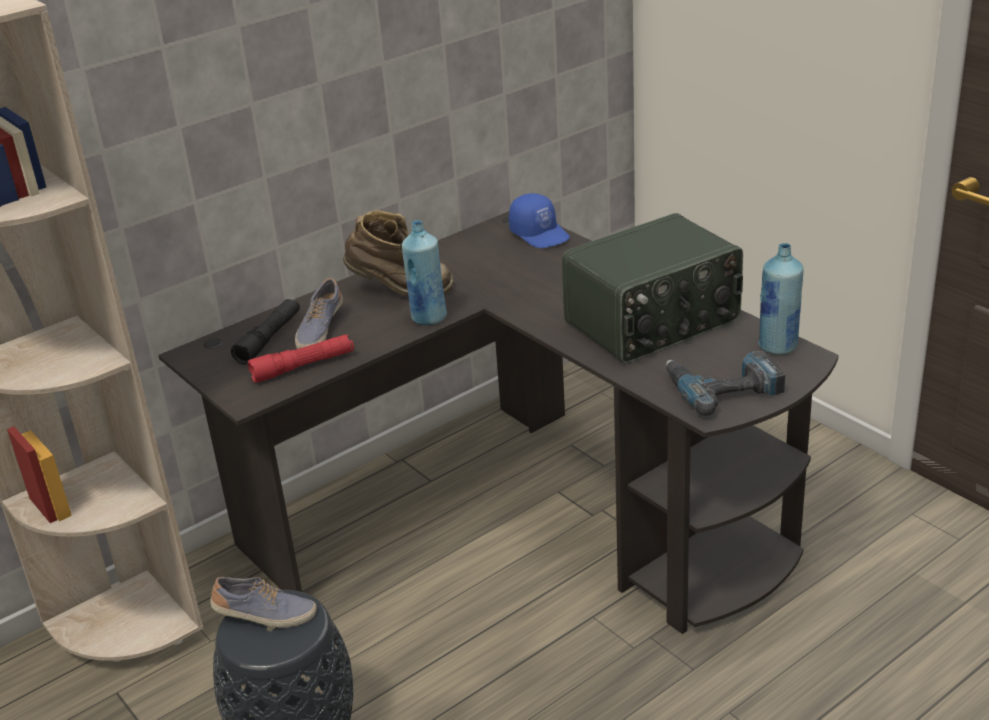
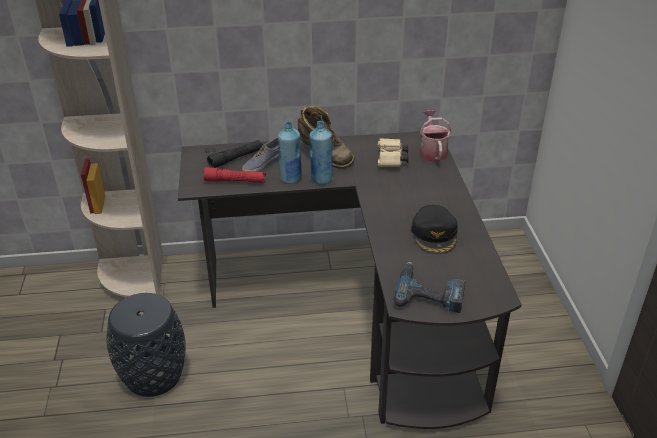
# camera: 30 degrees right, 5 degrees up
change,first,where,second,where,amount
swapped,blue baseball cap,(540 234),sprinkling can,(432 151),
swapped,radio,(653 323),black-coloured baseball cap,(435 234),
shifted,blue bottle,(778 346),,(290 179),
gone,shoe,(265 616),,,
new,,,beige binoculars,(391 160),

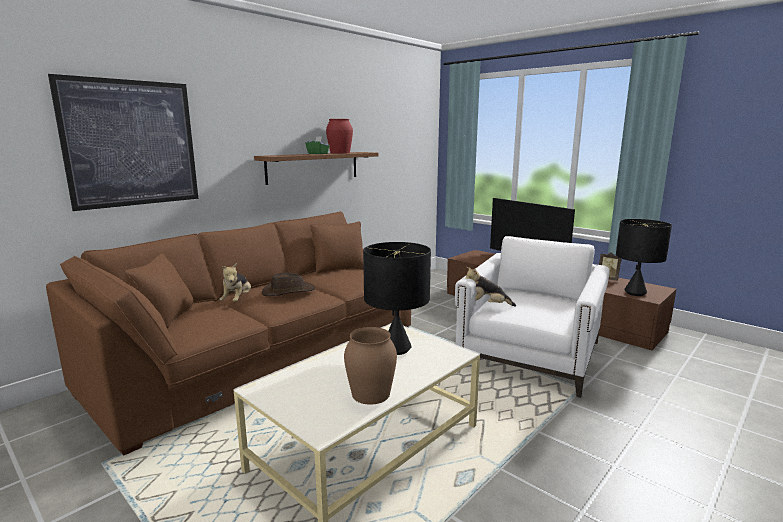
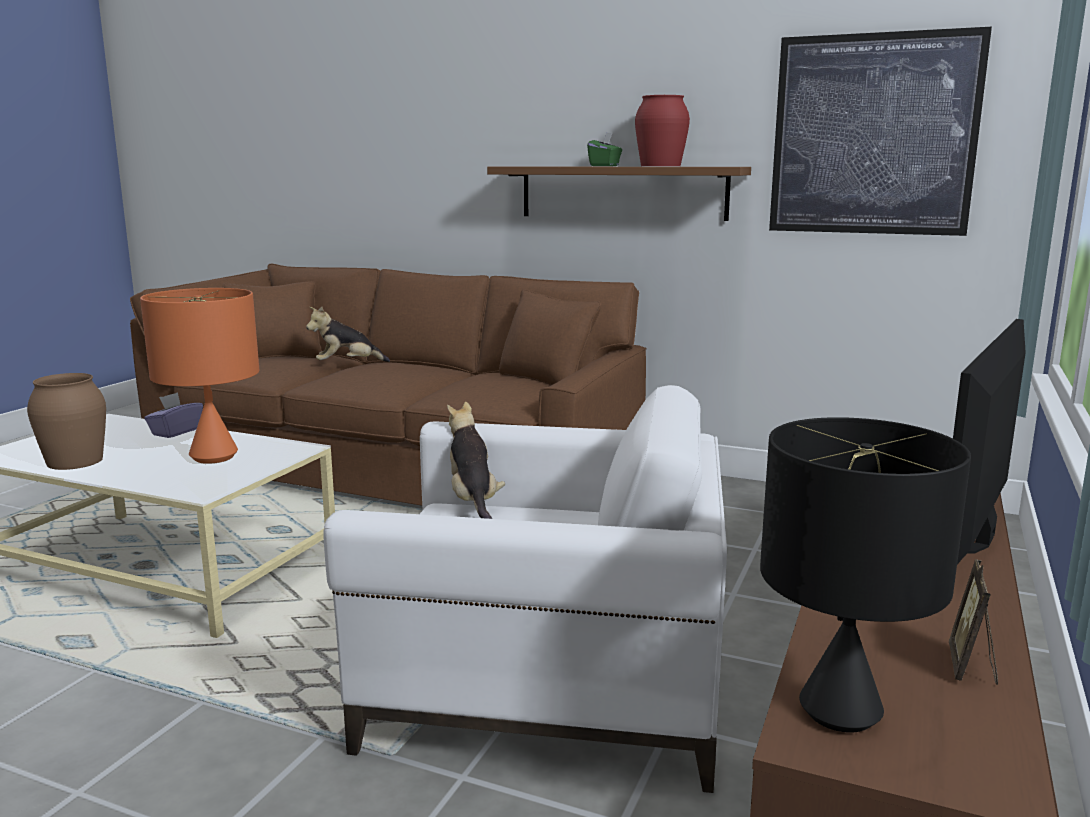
# camera: 70 degrees right, 0 degrees up
change,first,where,second,where,amount
shifted,wall art,(131 143),,(873 135),
repainted,black-coloured tabletop lamp,(396 350),orangey tabletop lamp,(214 458),
gone,brown wearable hat,(288 291),,,
new,,,purple tissue holder,(176 432),

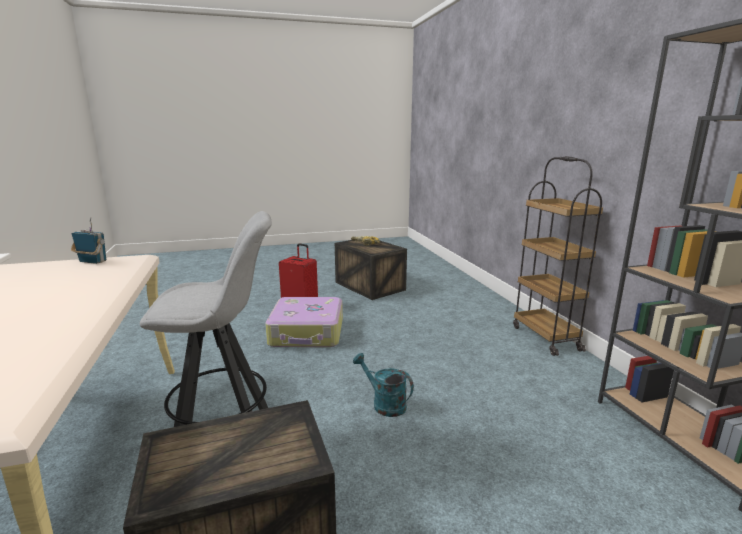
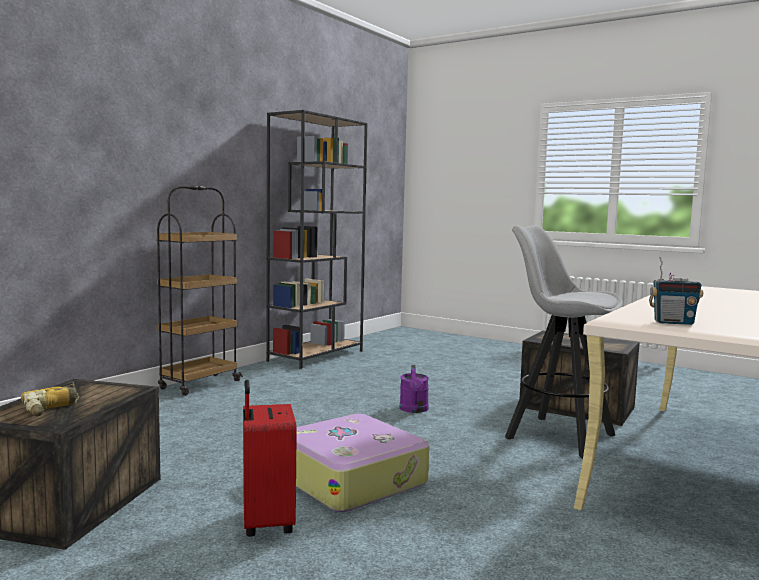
# camera: 130 degrees left, 10 degrees down
change,first,where,second,where,amount
rotated,radio,(92 261),,(673 323),60 degrees counterclockwise
repainted,turquoise sprinkling can,(384 404),purple sprinkling can,(414 410),

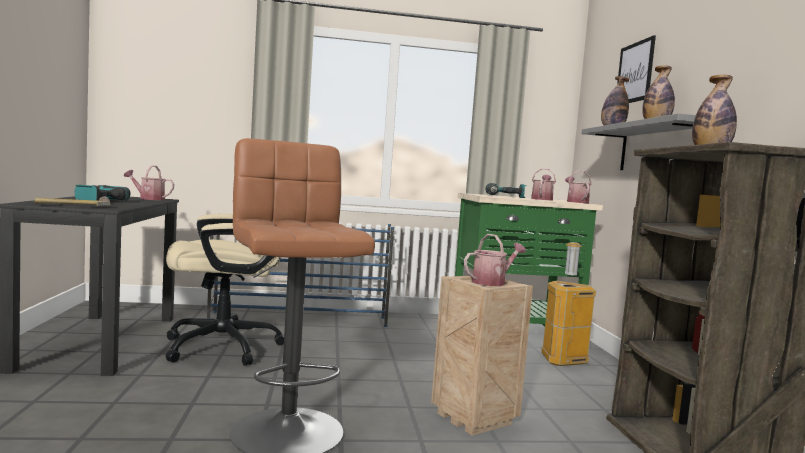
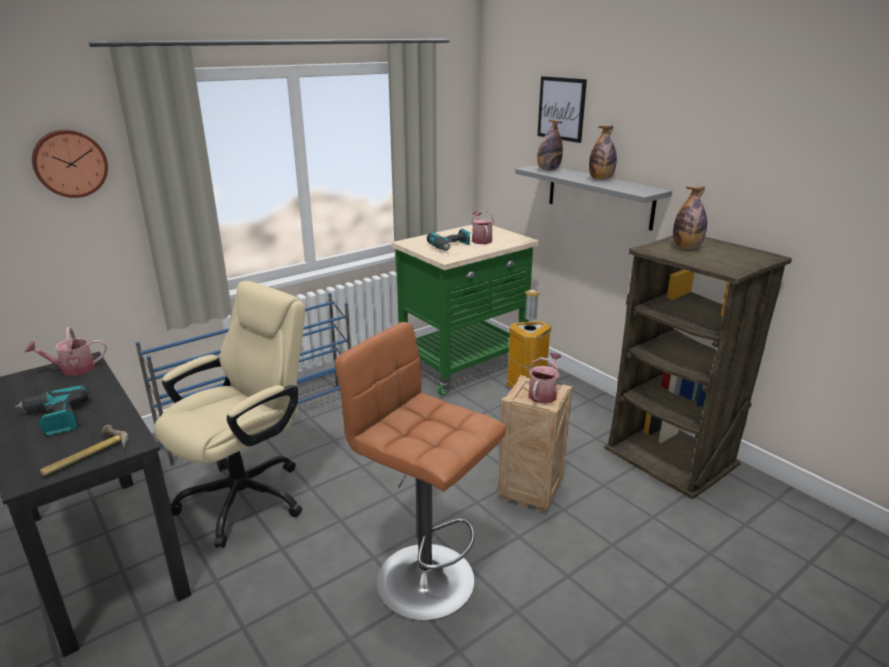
# camera: 30 degrees left, 20 degrees up
change,first,where,second,where,amount
gone,sprinkling can,(576 202),,,
new,,,wall clock,(70 163),

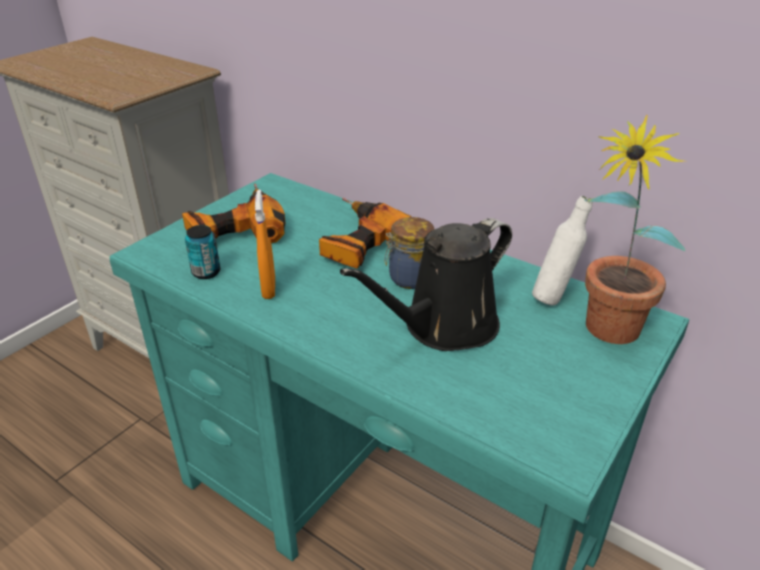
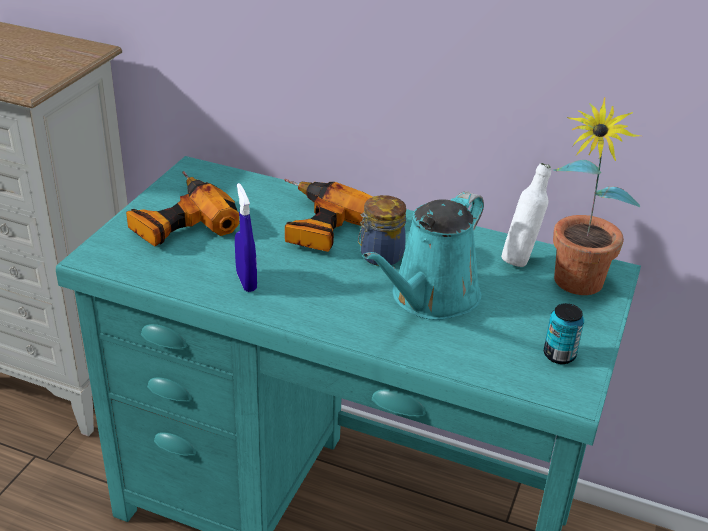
# camera: 15 degrees left, 0 degrees up
change,first,where,second,where,amount
repainted,orangey hand sprayer,(269 289),blue hand sprayer,(246 281),
repainted,black-coloured sprinkling can,(444 327),turquoise sprinkling can,(430 298),
shifted,sealed can,(206 272),,(559 355),

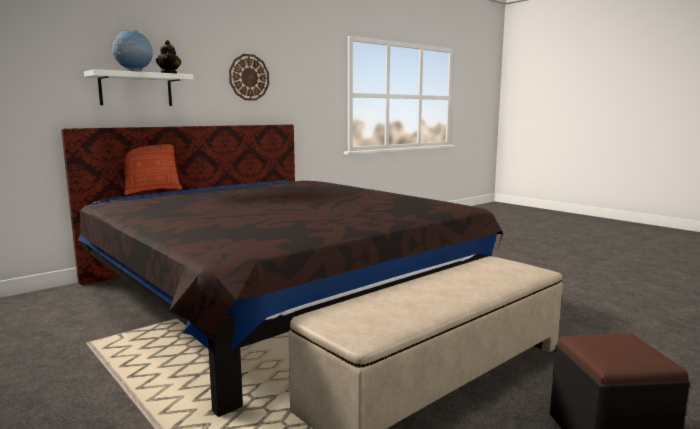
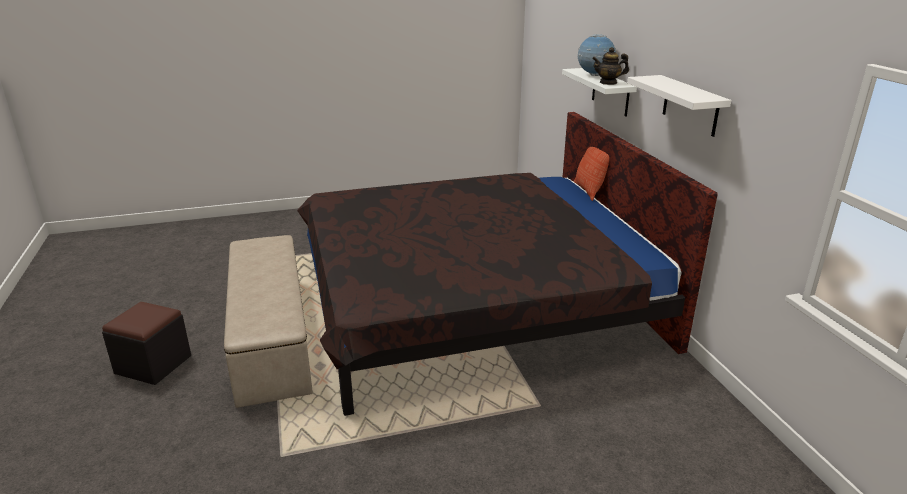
# camera: 115 degrees right, 15 degrees up
change,first,where,second,where,amount
swapped,wall clock,(249 77),white bracket shelf,(690 105),

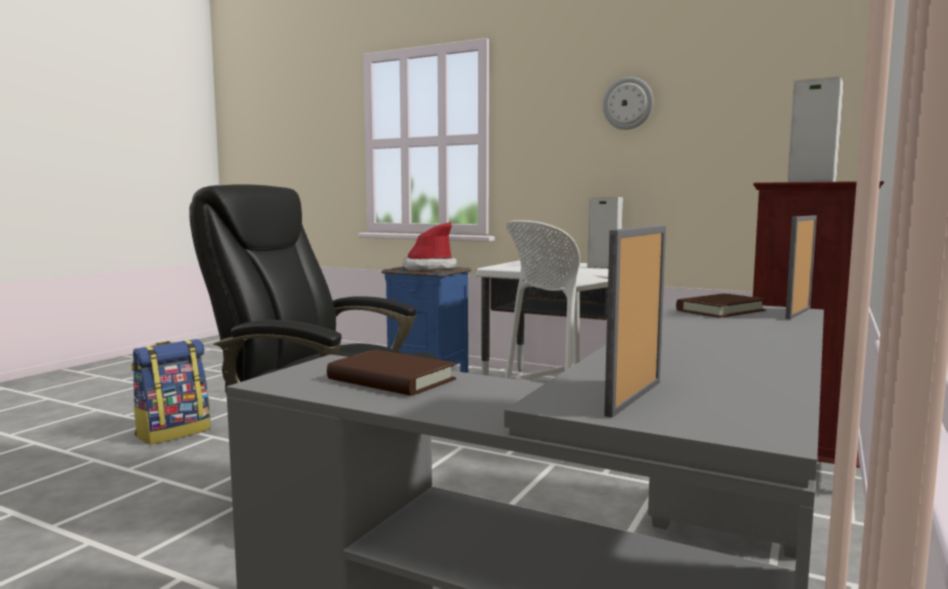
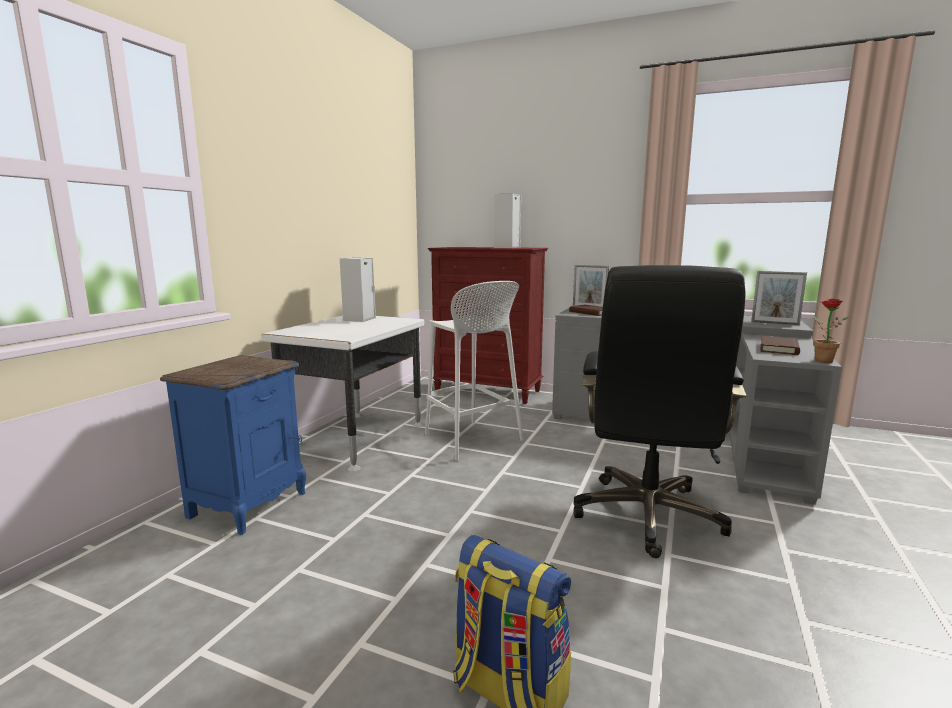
# camera: 95 degrees left, 5 degrees up
change,first,where,second,where,amount
gone,wall clock,(628 103),,,
gone,wearable hat,(429 268),,,
new,,,plant in a pot,(820 360),

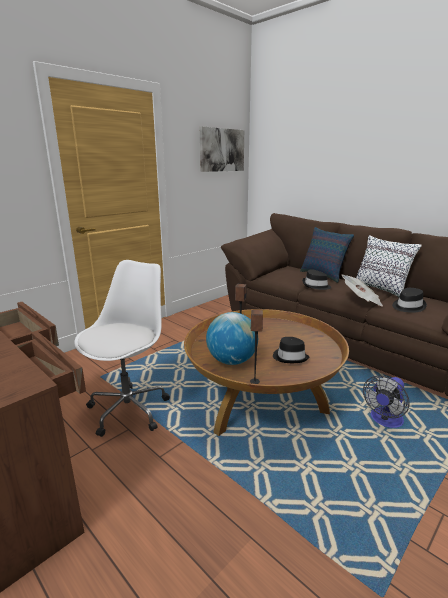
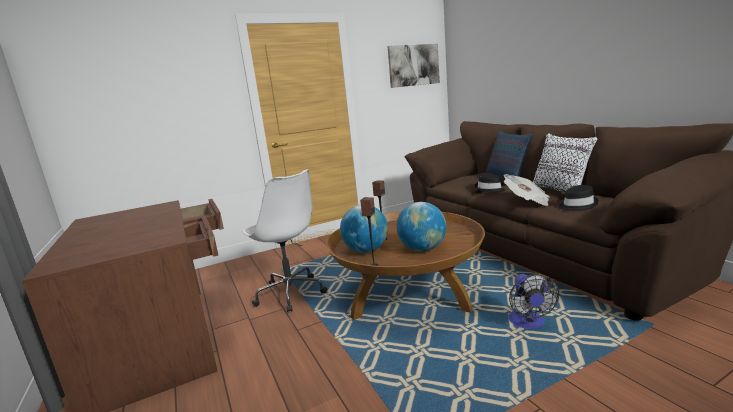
# camera: 20 degrees right, 5 degrees down
change,first,where,second,where,amount
rotated,white office chair,(130 409),,(292 294),90 degrees clockwise
swapped,black-coloured wearable hat,(290 357),world globe,(422 249),
rotated,electric fan,(384 421),,(528 323),60 degrees counterclockwise

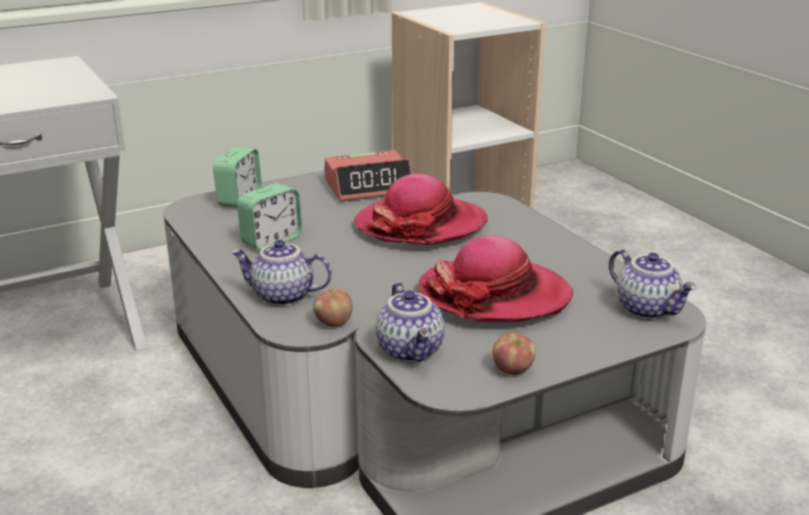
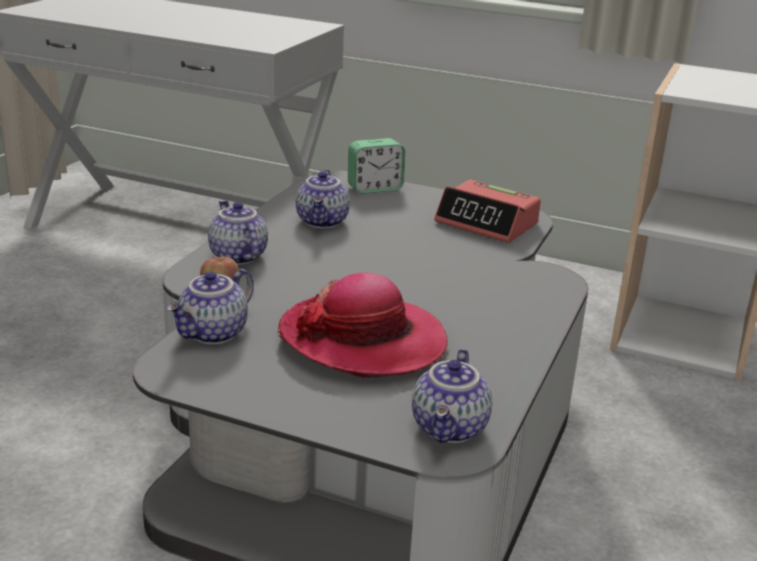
# camera: 50 degrees right, 0 degrees up
change,first,where,second,where,amount
gone,wearable hat,(421 225),,,
swapped,bedside clock,(271 240),pot for tea,(323 222),
gone,apple,(513 370),,,

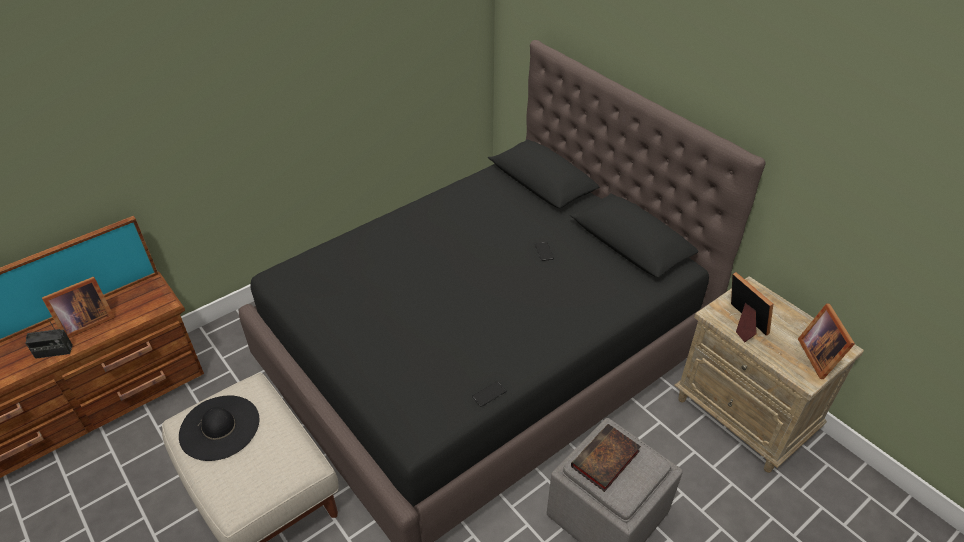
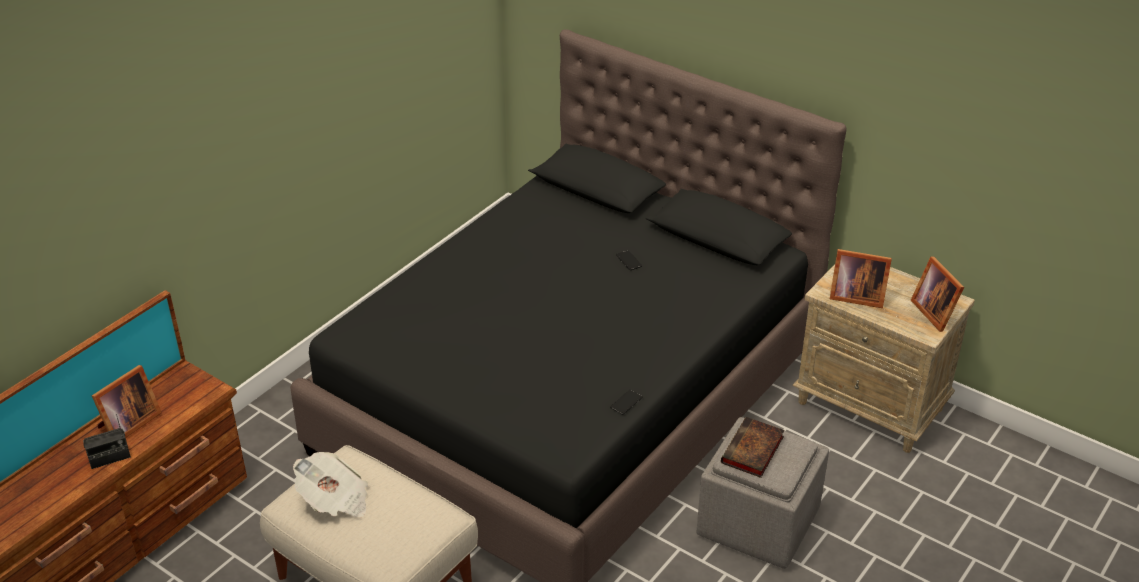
# camera: 15 degrees left, 5 degrees down
change,first,where,second,where,amount
rotated,picture frame,(743 324),,(855 296),150 degrees clockwise
swapped,black-coloured wearable hat,(219 427),newspaper,(335 500),

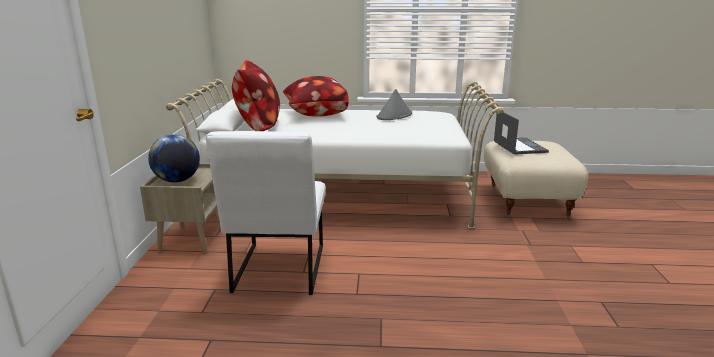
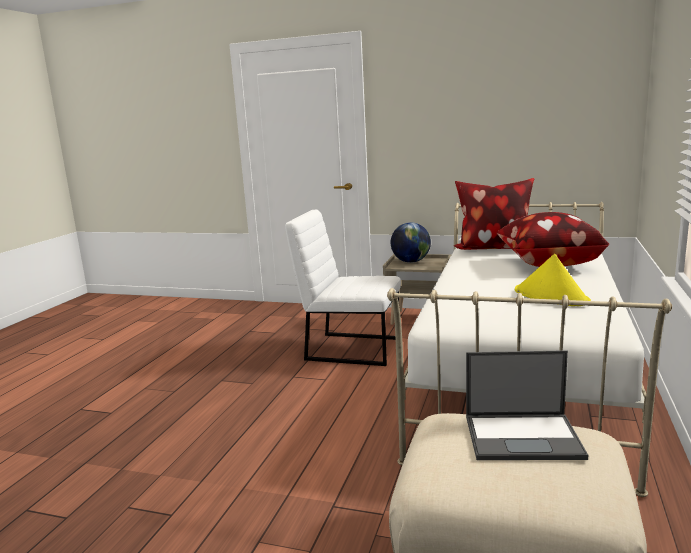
# camera: 105 degrees right, 5 degrees down
change,first,where,second,where,amount
repainted,greyish wearable hat,(394 116),yellowish wearable hat,(551 296),

